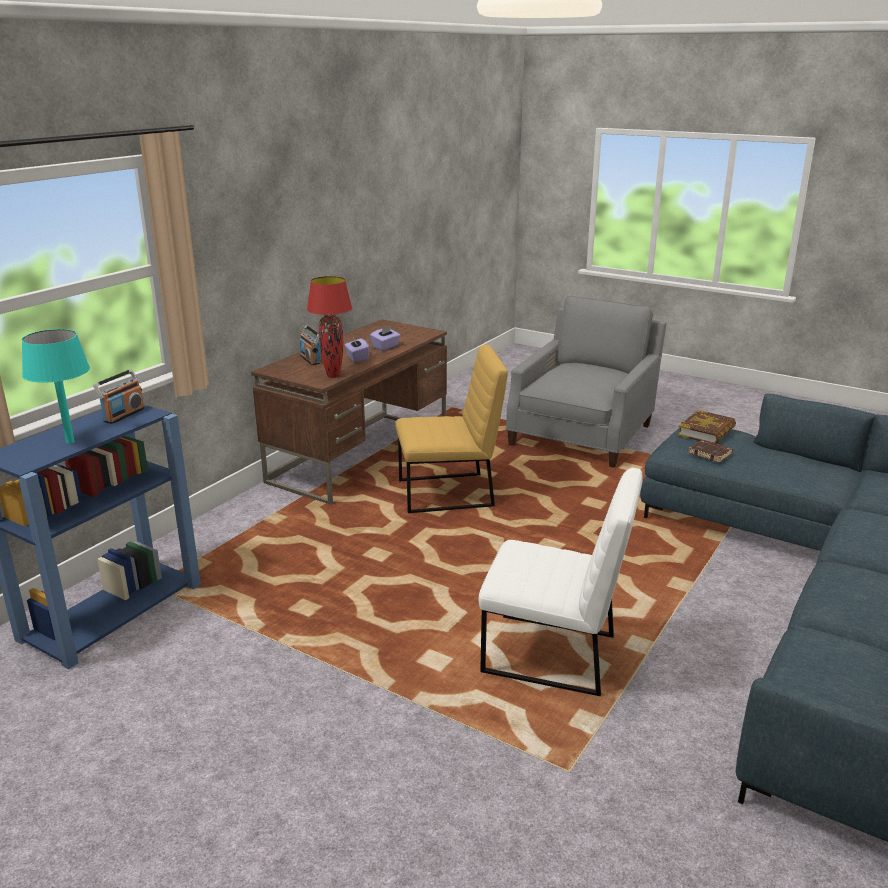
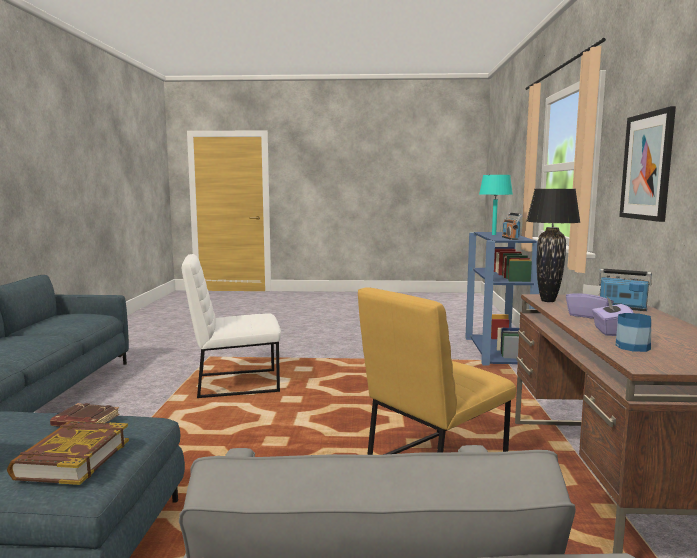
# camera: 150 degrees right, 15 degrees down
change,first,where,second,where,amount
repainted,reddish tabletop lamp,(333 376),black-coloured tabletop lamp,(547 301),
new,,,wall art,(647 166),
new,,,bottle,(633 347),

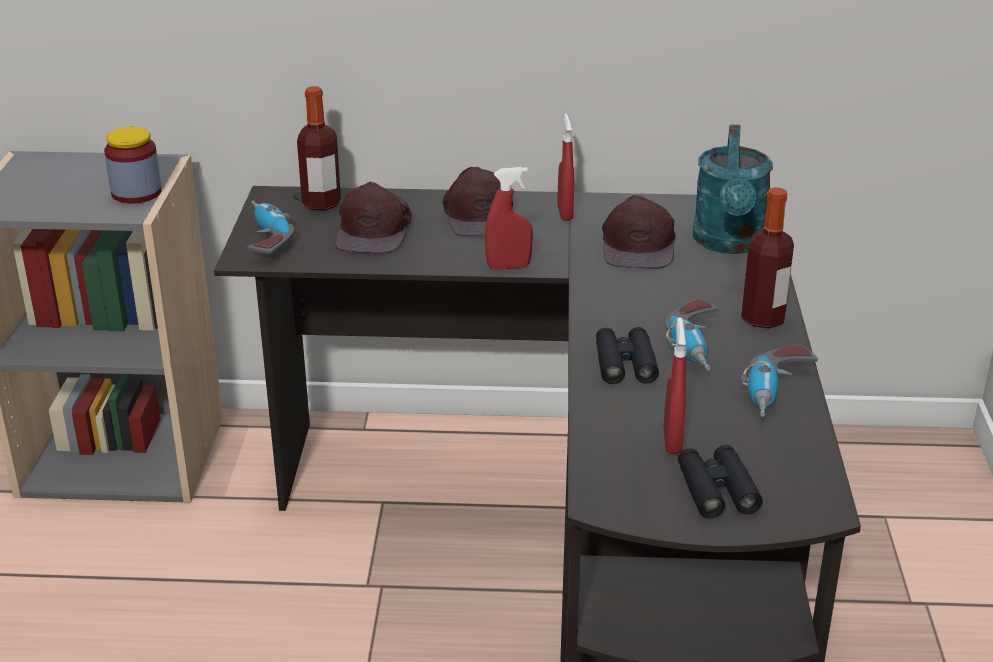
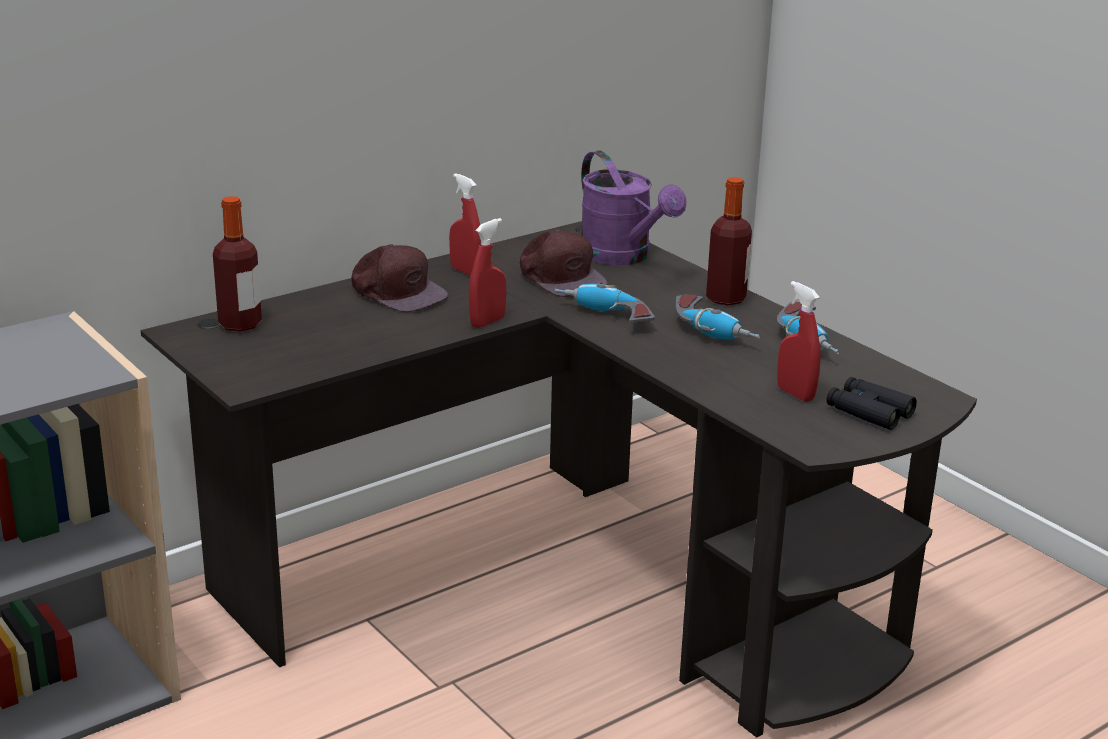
# camera: 40 degrees left, 5 degrees down
change,first,where,second,where,amount
repainted,turquoise sprinkling can,(730 243),purple sprinkling can,(623 257),
gone,preserve jar,(136 193),,,
gone,brown baseball cap,(375 231),,,
shifted,electric drill,(264 239),,(603 317),
gone,black-coloured binoculars,(625 363),,,

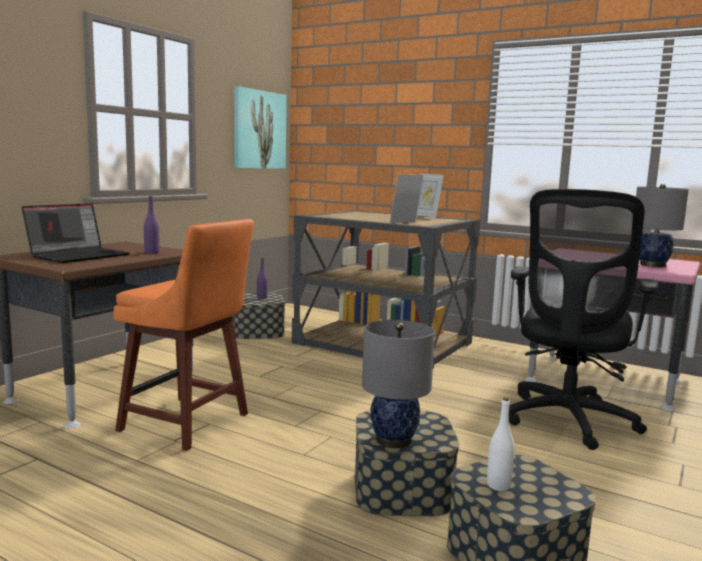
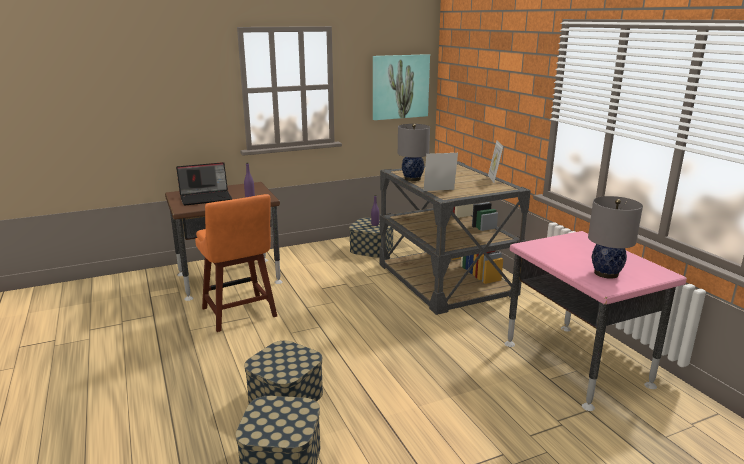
# camera: 35 degrees right, 10 degrees up
change,first,where,second,where,amount
gone,black-coloured office chair,(567 416),,,
shifted,greyish tabletop lamp,(394 440),,(412 179),
gone,white bottle,(498 486),,,

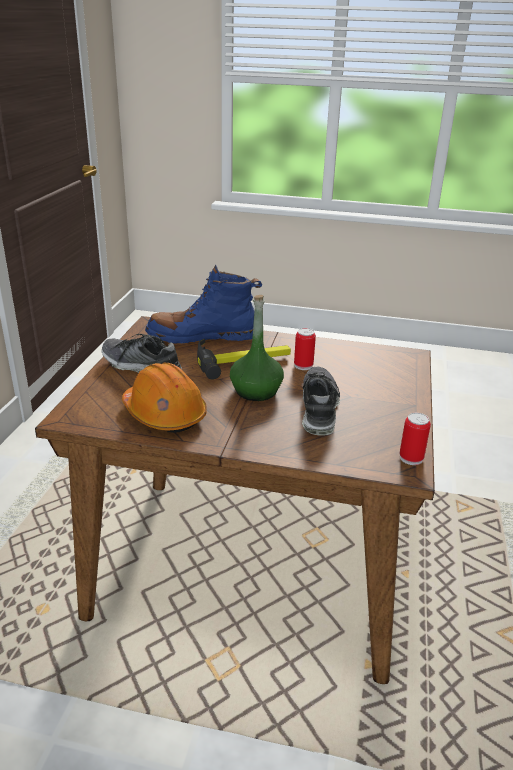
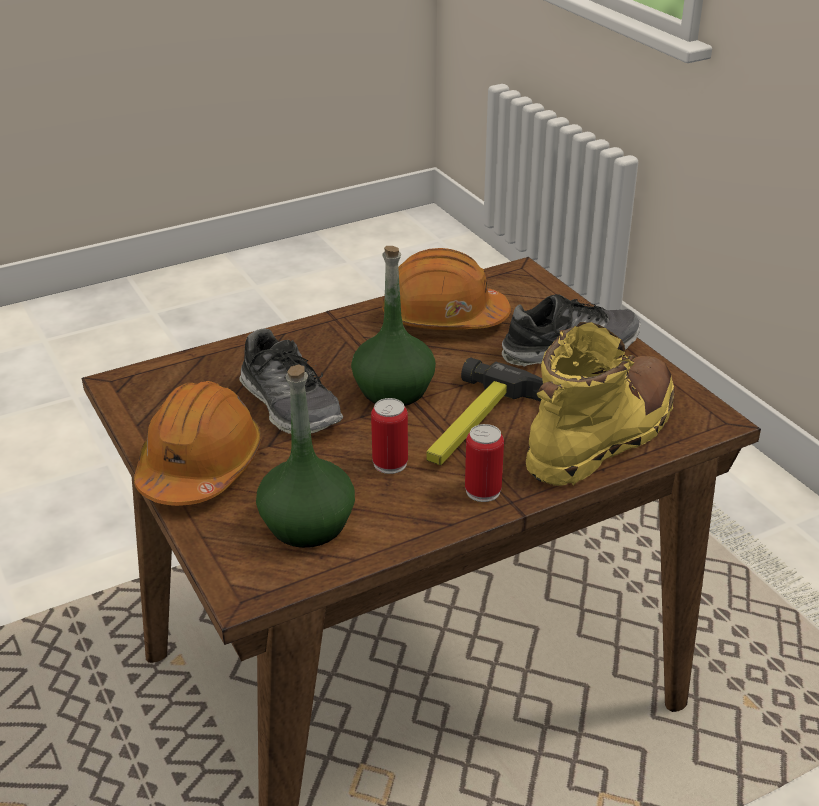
# camera: 140 degrees right, 5 degrees up
change,first,where,second,where,amount
repainted,blue tall boot,(202 337),yellowish tall boot,(602 436),
shifted,sealed can,(411 458),,(483 491),
new,,,greenish bottle,(307 524),
new,,,orangey hard hat,(200 466),

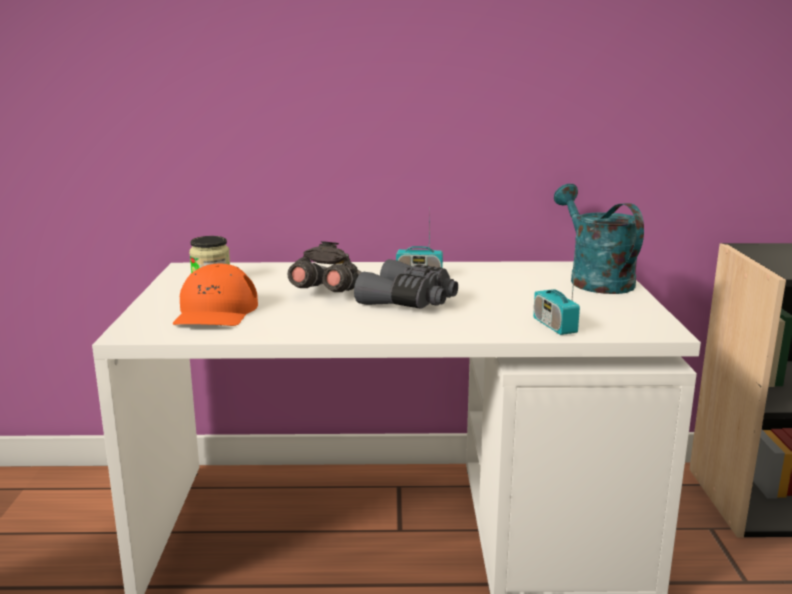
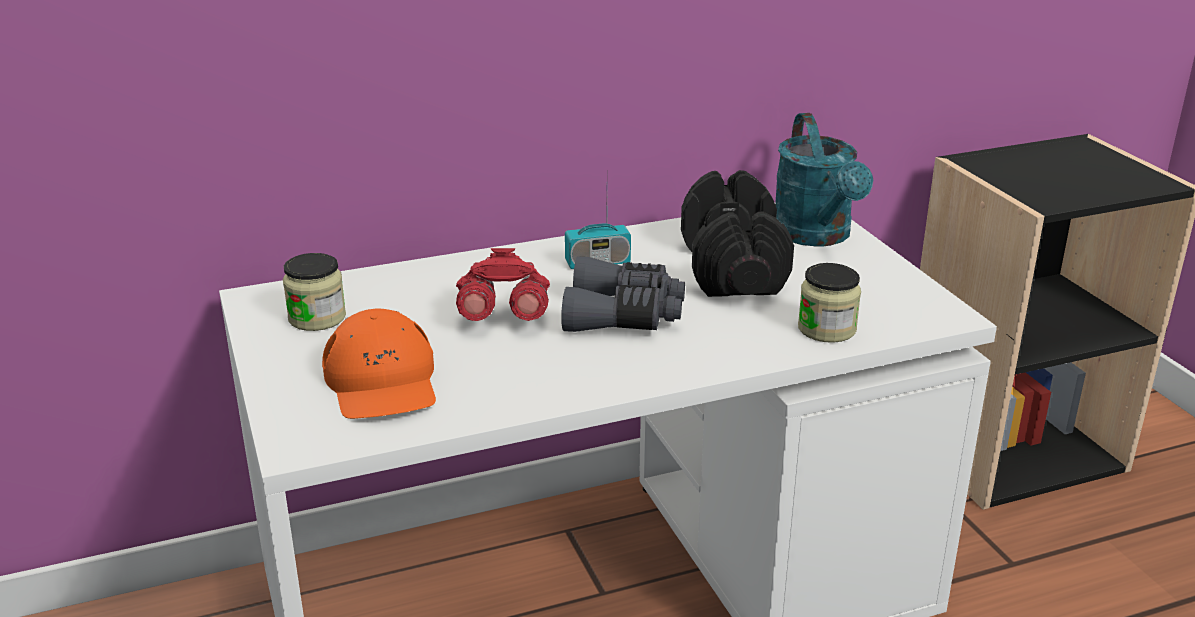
# camera: 20 degrees left, 10 degrees up
change,first,where,second,where,amount
rotated,turquoise sprinkling can,(594 280),,(817 236),150 degrees counterclockwise
repainted,greyish binoculars,(326 293),reddish binoculars,(503 317),
swapped,radio,(554 326),preserve jar,(826 329),
new,,,black-coloured dumbbell,(734 268),

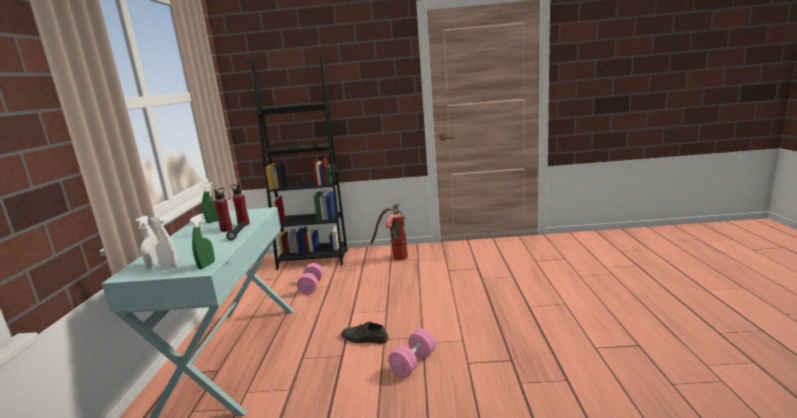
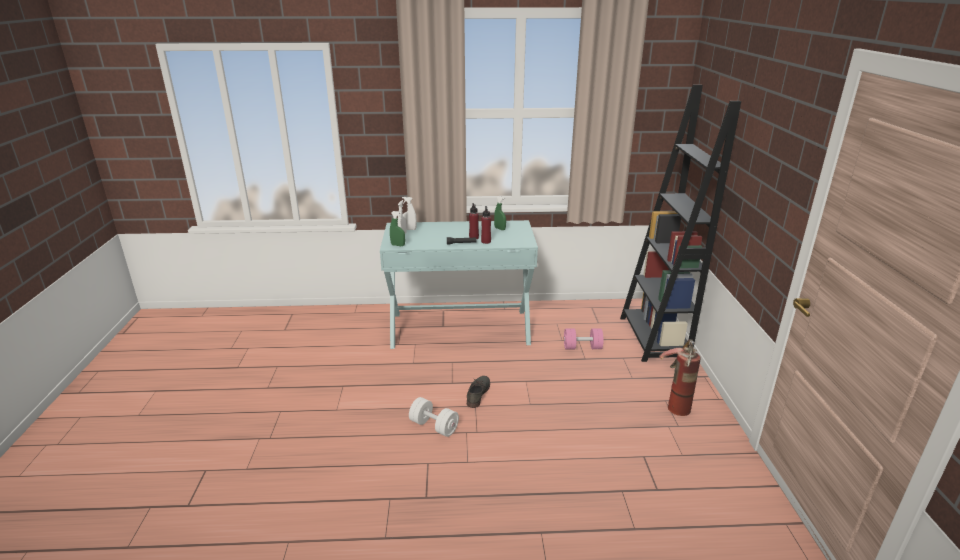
# camera: 85 degrees right, 10 degrees up
change,first,where,second,where,amount
repainted,pink-coloured dumbbell,(413 363),white dumbbell,(434 426),

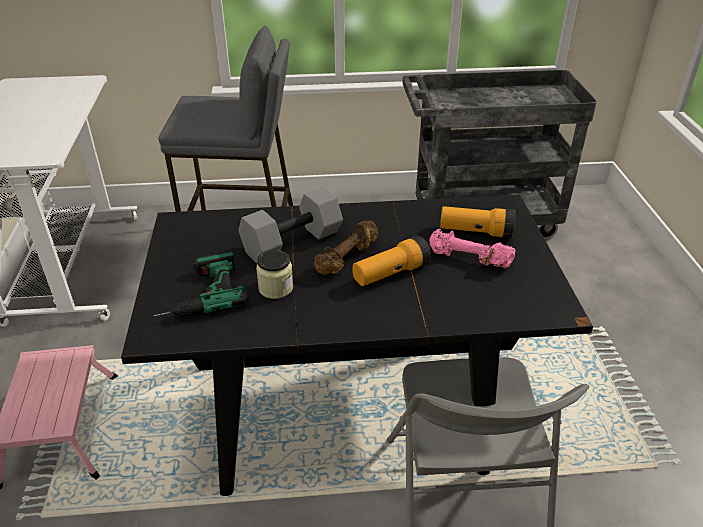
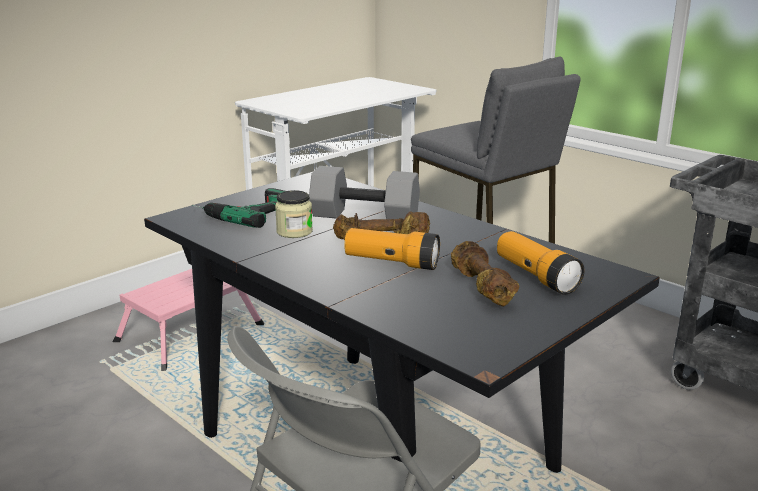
# camera: 50 degrees right, 15 degrees down
change,first,where,second,where,amount
repainted,pink-coloured dumbbell,(468 259),brown dumbbell,(481 287),

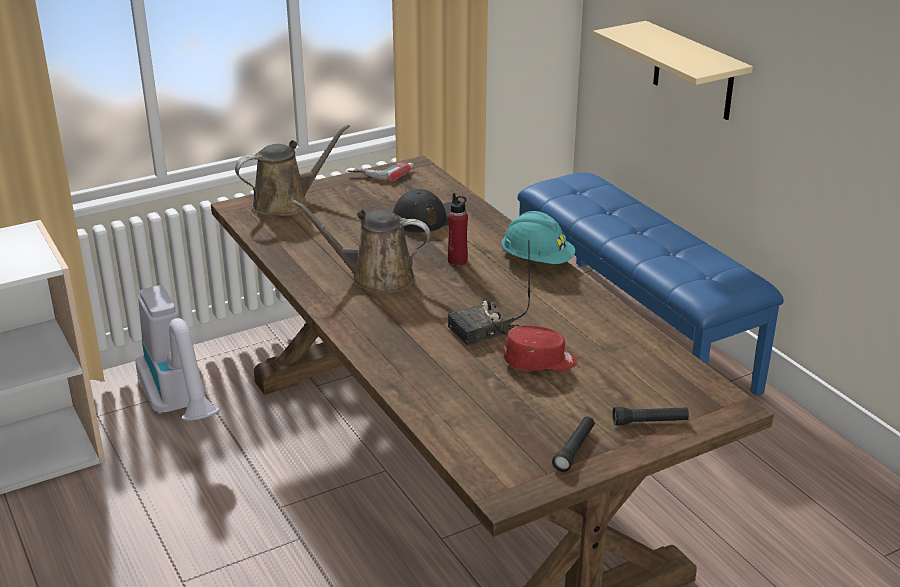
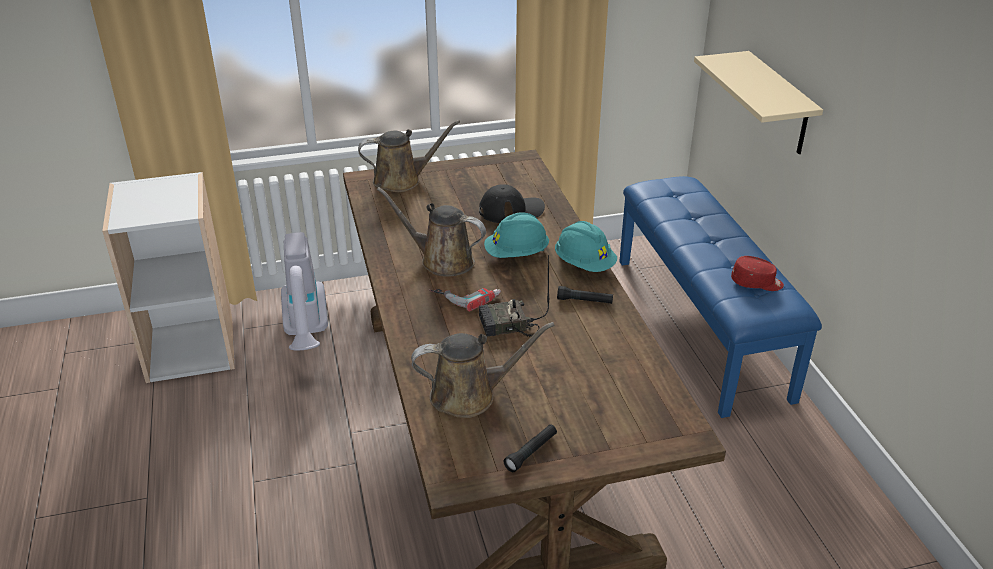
# camera: 15 degrees right, 5 degrees up
change,first,where,second,where,amount
shifted,electric drill,(382 172),,(466 295),
swapped,reddish bottle,(457 261),turquoise hard hat,(516 254),
shifted,reddish baseball cap,(540 362),,(756 283),
shifted,black-coloured flashlight,(650 422),,(584 301),
new,,,brown sprinkling can,(469 395),

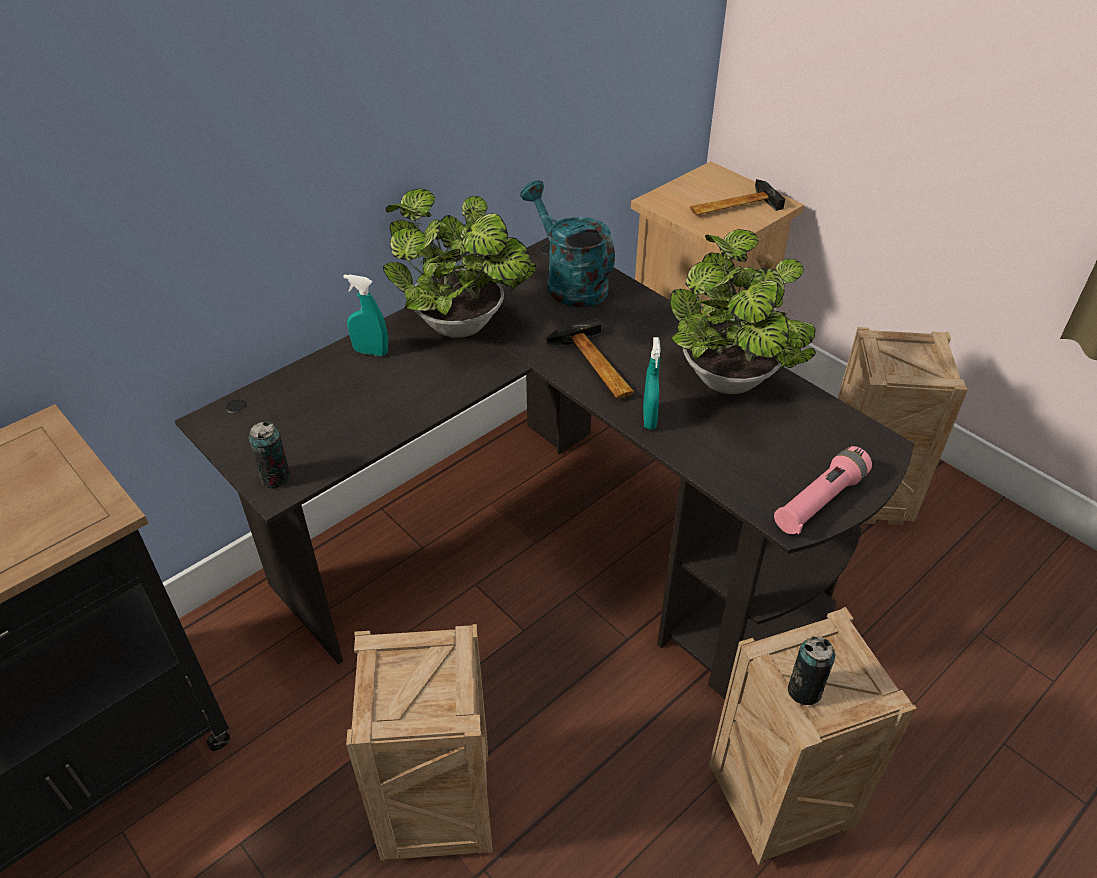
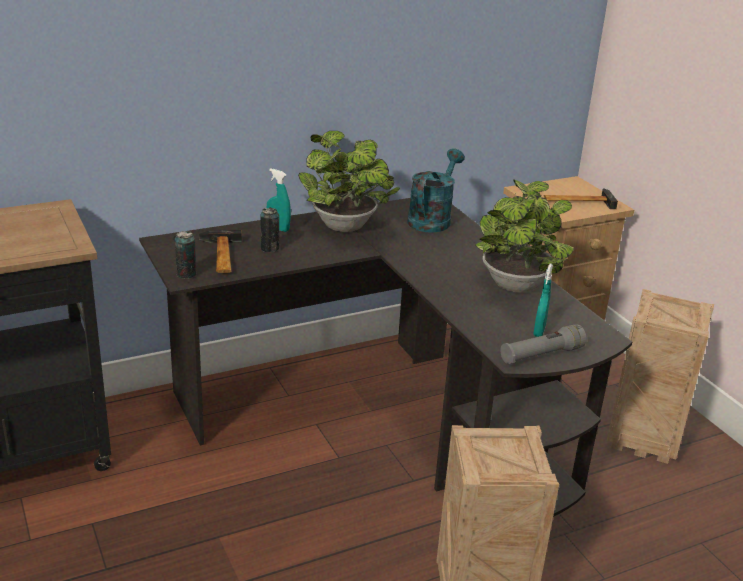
# camera: 15 degrees right, 15 degrees down
change,first,where,second,where,amount
rotated,turquoise sprinkling can,(569 283),,(432 219),45 degrees clockwise
shifted,hand hammer,(595 367),,(221 257),
shifted,turquoise hand sprayer,(649 418),,(539 331),
repainted,pink-coloured flashlight,(819 501),greyish flashlight,(541 355),
gone,crate,(436 808),,,
shifted,sealed can,(804 690),,(270 248),

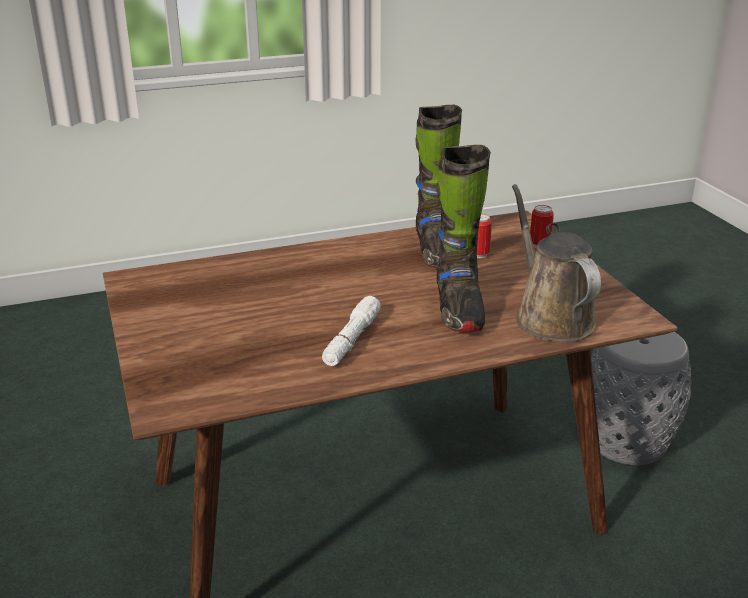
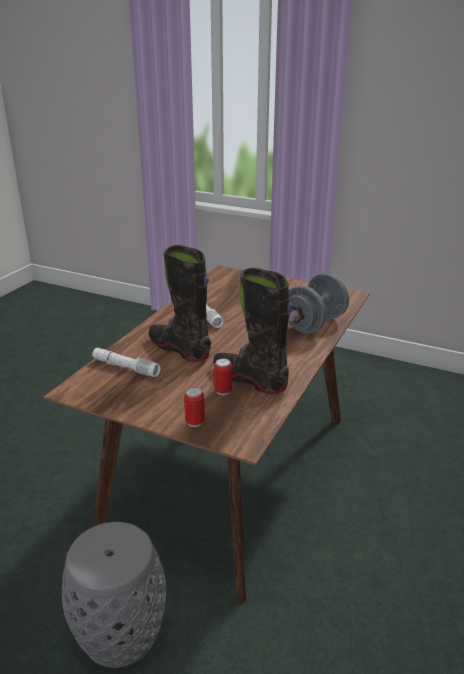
# camera: 135 degrees right, 0 degrees up
change,first,where,second,where,amount
swapped,brown sprinkling can,(550 317),white flashlight,(125 367),
new,,,greyish dumbbell,(314 324),

